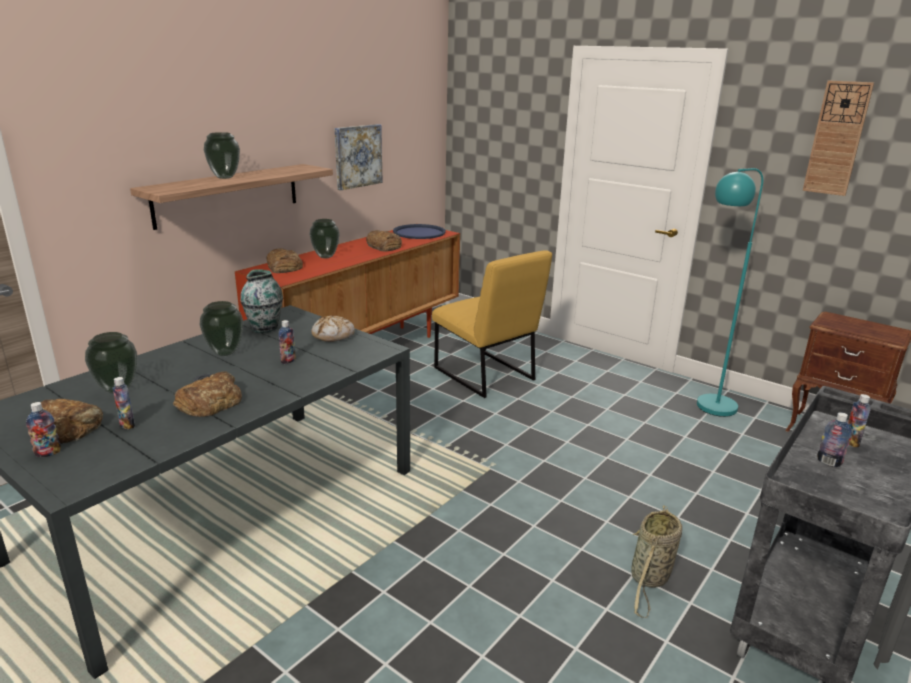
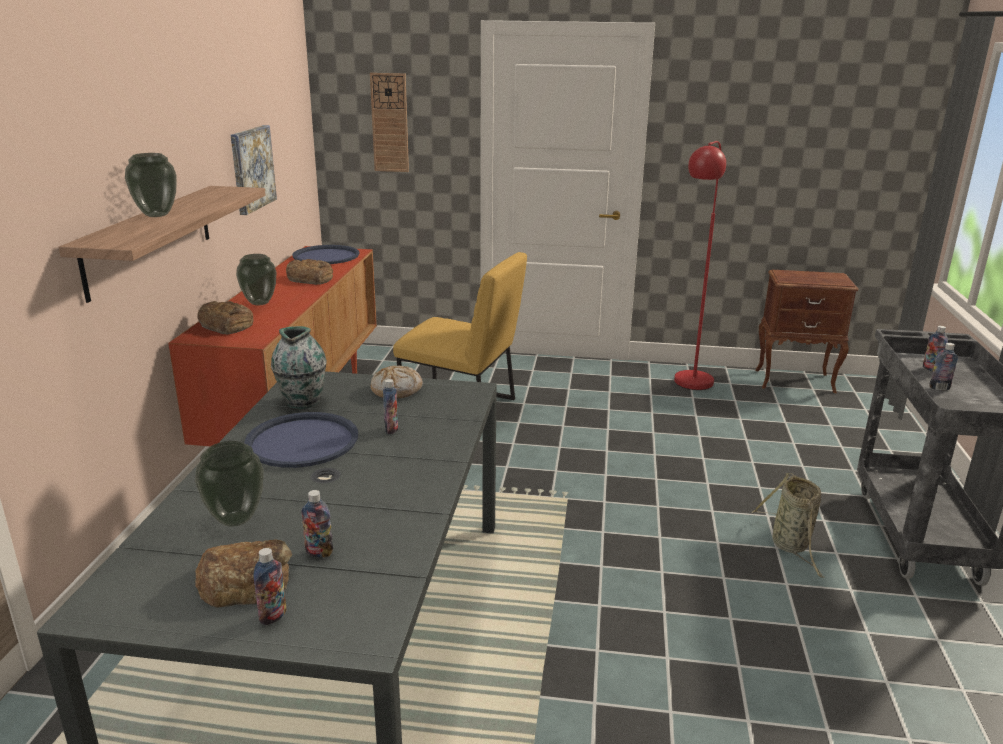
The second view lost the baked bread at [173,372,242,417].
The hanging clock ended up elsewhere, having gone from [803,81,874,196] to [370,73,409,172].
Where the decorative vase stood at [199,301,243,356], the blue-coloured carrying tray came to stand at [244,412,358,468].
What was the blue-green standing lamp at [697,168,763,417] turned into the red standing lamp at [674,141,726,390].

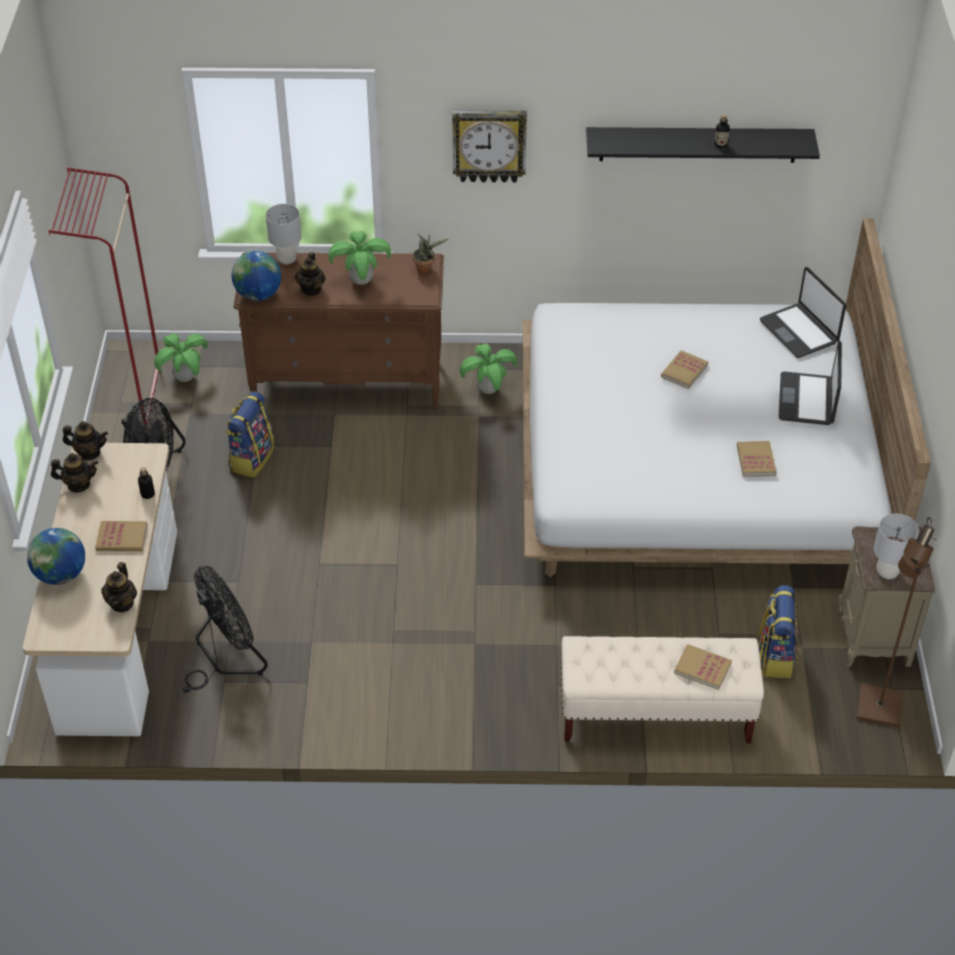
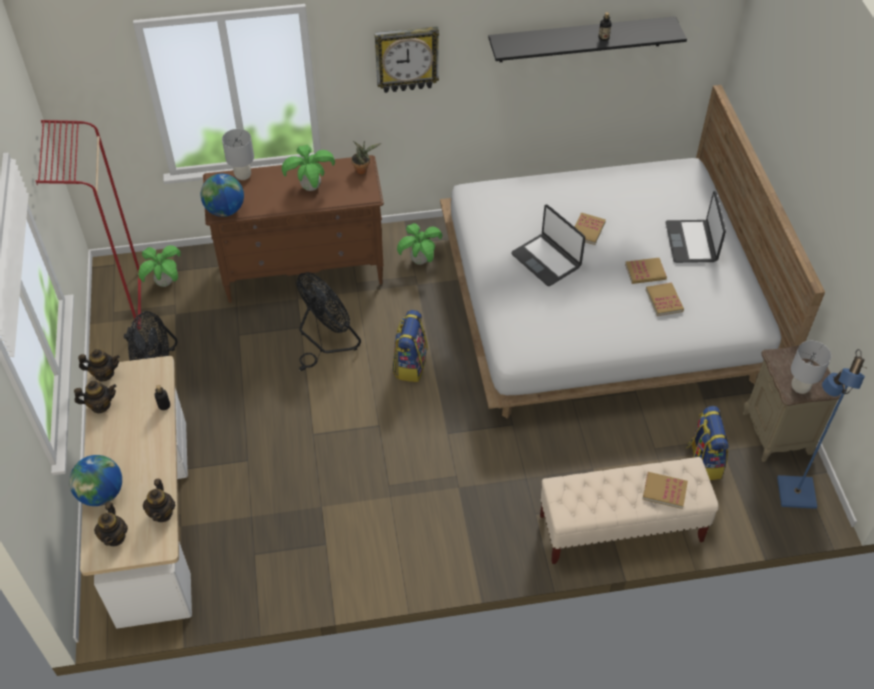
The book ended up elsewhere, having gone from [95,521,148,551] to [625,258,667,284].
The black electric fan ended up elsewhere, having gone from [181,566,268,693] to [296,272,361,371].
The knapsack ended up elsewhere, having gone from [226,391,275,478] to [392,310,428,382].
The teapot ended up elsewhere, having gone from [295,252,325,296] to [94,502,128,546].
The laptop ended up elsewhere, having gone from [760,267,846,358] to [511,204,585,286].
What was the brown-coloured standing lamp at [857,517,937,727] turned into the blue-coloured standing lamp at [777,349,866,509].

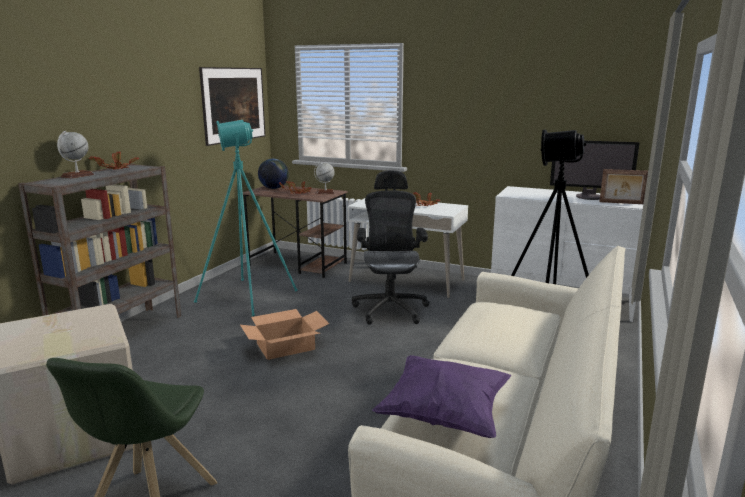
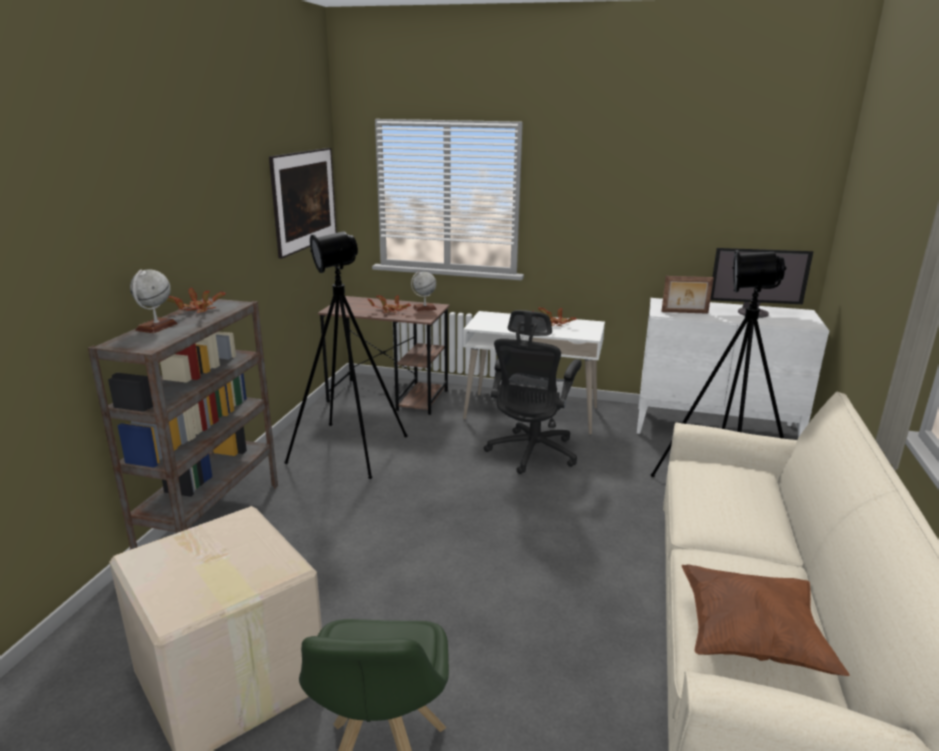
The second view lost the packing box at [240,309,329,360].
The second view lost the desk globe at [258,159,289,189].
The picture frame ended up elsewhere, having gone from [599,169,648,204] to [661,276,714,314].
What was the blue-green standing lamp at [194,120,298,316] turned into the black standing lamp at [284,231,408,479].
What was the purple throw pillow at [372,355,511,438] turned into the brown-coloured throw pillow at [682,564,850,676].
The computer chair at [352,170,430,325] ended up facing another way, 150 degrees counterclockwise from before.

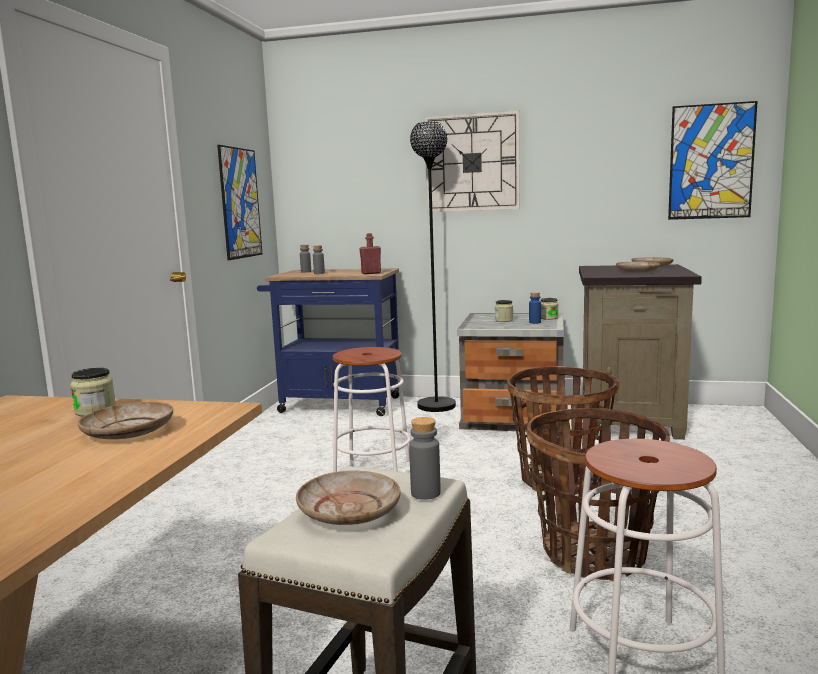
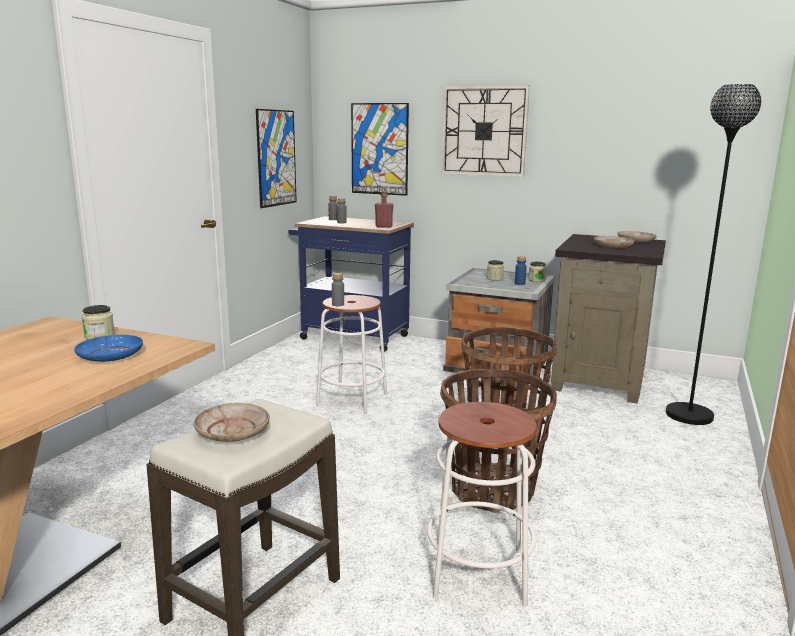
The greyish beverage bottle ended up elsewhere, having gone from [409,417,441,500] to [332,273,344,306].
The black standing lamp ended up elsewhere, having gone from [410,122,456,412] to [666,84,761,425].
The wall art ended up elsewhere, having gone from [668,101,758,220] to [351,103,409,196].
What was the beige flat dish at [78,402,173,439] turned into the blue-coloured flat dish at [74,335,143,362].

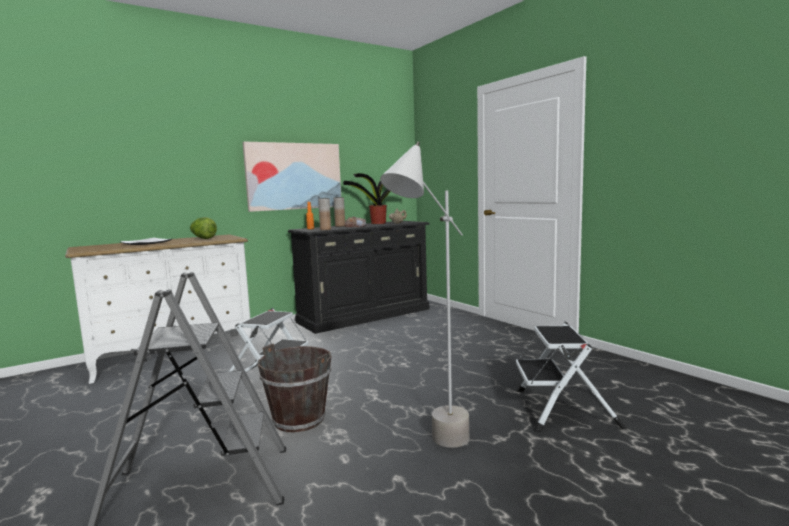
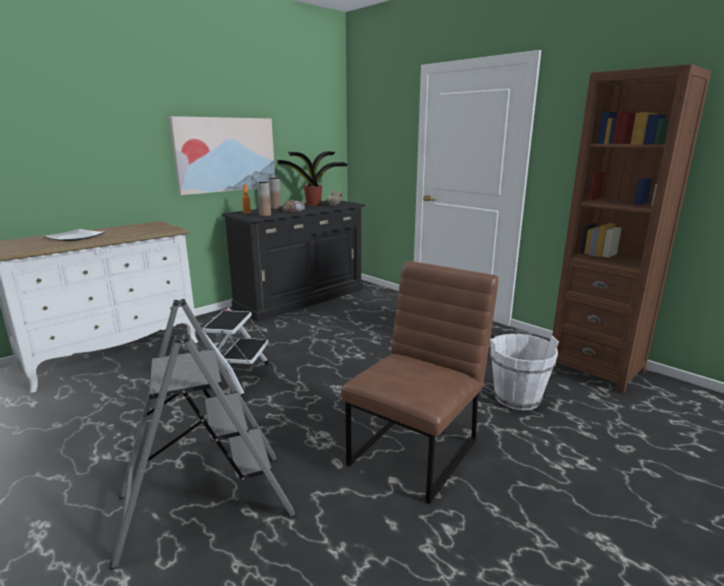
The second view lost the lettuce at [190,217,217,239].
The second view lost the brown-coloured pail at [258,344,331,432].
The second view gained the brown-coloured shelving unit at [552,64,711,394].
Where the greyish standing lamp stood at [380,141,469,448], the brown-coloured plain chair came to stand at [341,261,498,504].
Where the stepladder stood at [516,322,627,432], the whitish pail came to stand at [490,334,559,410].

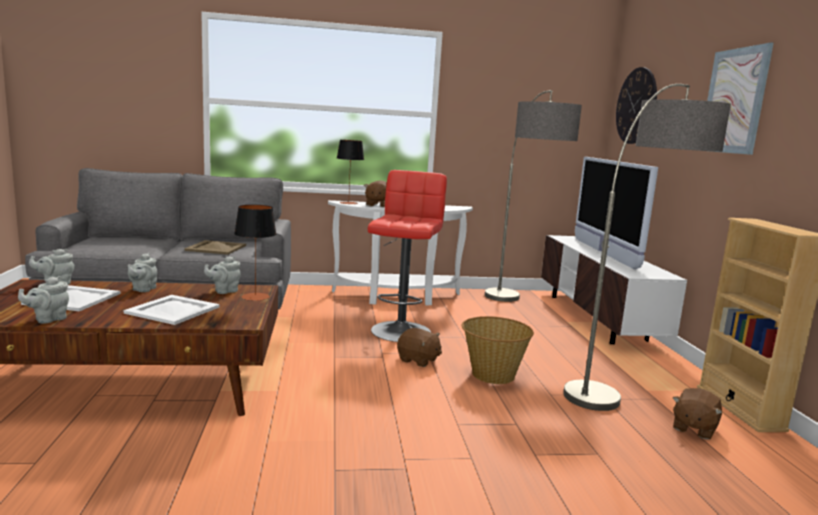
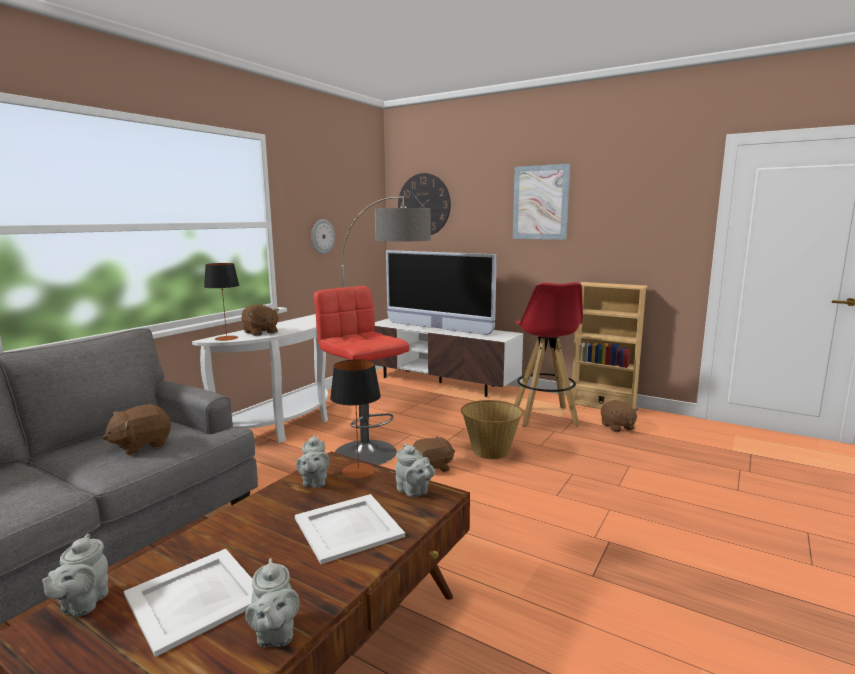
The second view gained the hanging clock at [311,219,335,254].
The greyish teapot ended up elsewhere, having gone from [127,253,157,292] to [395,444,435,497].
Where the beige carrying tray stood at [184,240,246,255], the brown-coloured cuddly toy came to stand at [103,404,171,455].
Where the standing lamp stood at [563,84,731,411], the red sitting stool came to stand at [515,282,583,427].

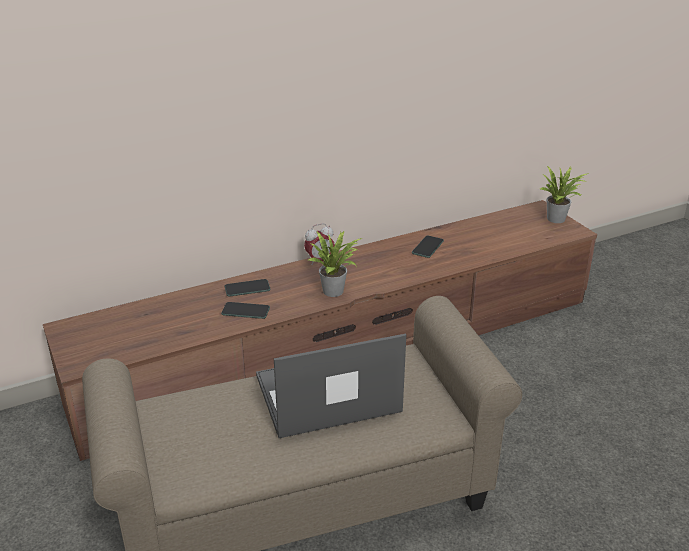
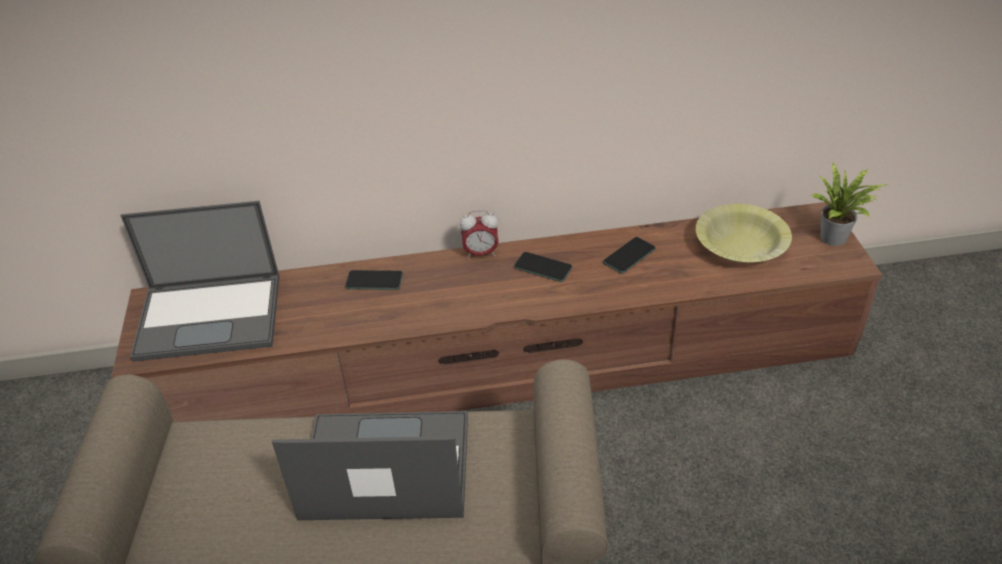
The second view lost the houseplant at [308,231,362,297].
The second view gained the laptop at [120,201,279,362].
The second view gained the yellow deep dish at [696,204,792,263].
The phone ended up elsewhere, having gone from [221,302,270,319] to [514,252,572,282].

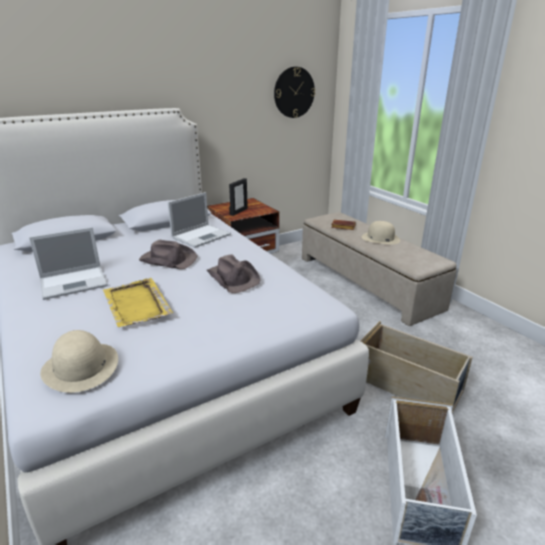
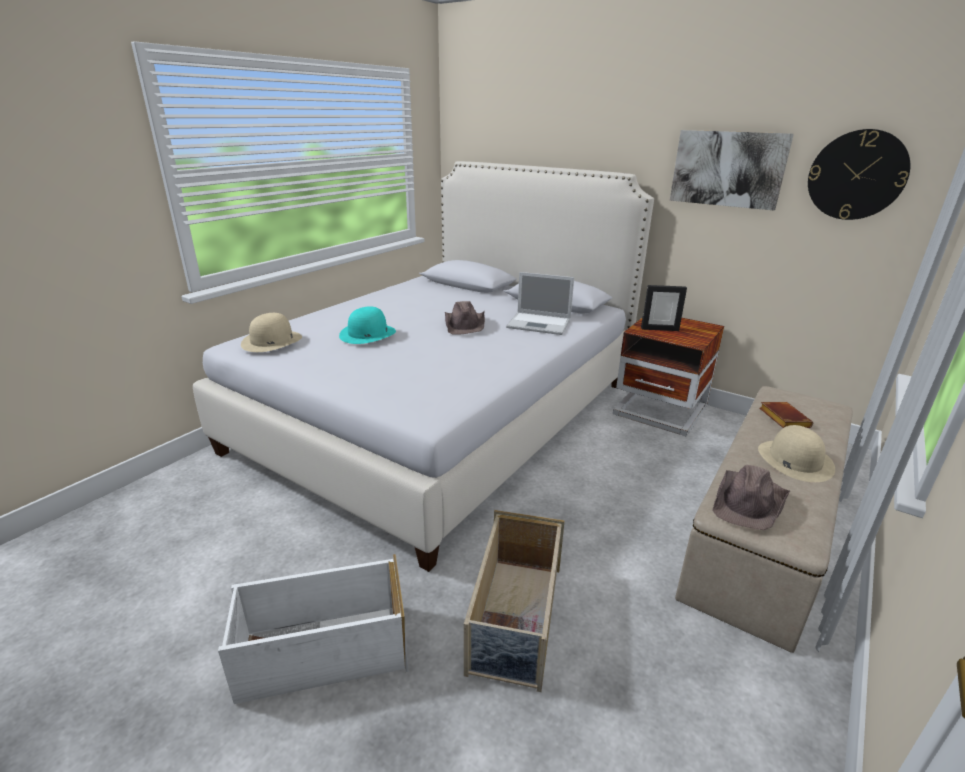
The second view lost the laptop at [29,227,108,300].
The second view gained the wall art at [670,130,794,210].
The brown-coloured hat ended up elsewhere, having gone from [207,254,261,293] to [712,465,791,530].
Where the yellow carrying tray stood at [102,278,173,327], the blue-green hat came to stand at [339,306,396,344].

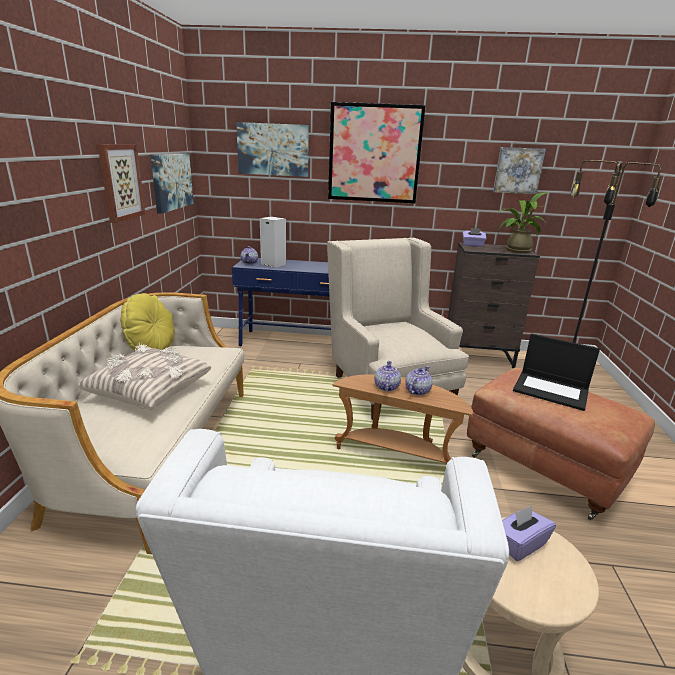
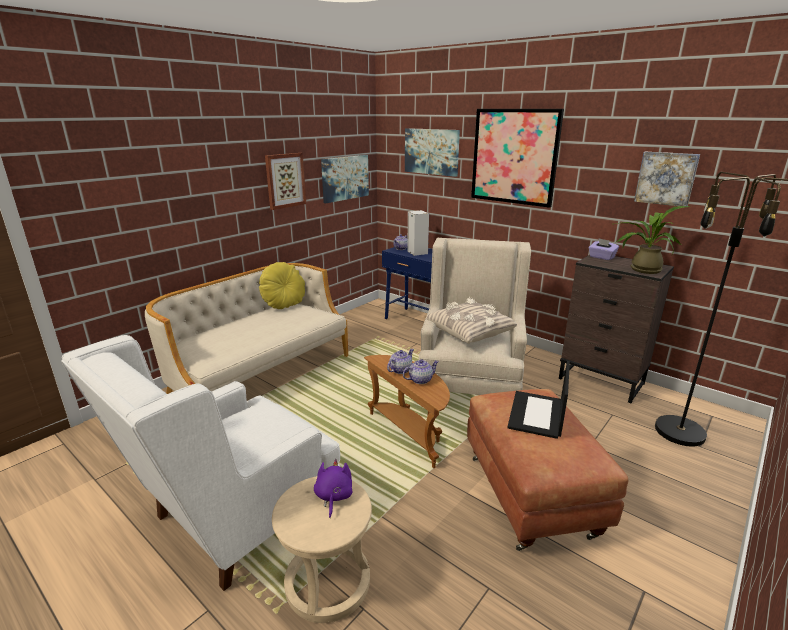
The beige throw pillow ended up elsewhere, having gone from [78,343,211,410] to [426,297,517,344].
Where the purple tissue holder stood at [502,505,556,561], the purple cuddly toy came to stand at [314,459,353,518].
The laptop at [513,333,600,411] ended up facing another way, 45 degrees clockwise from before.

